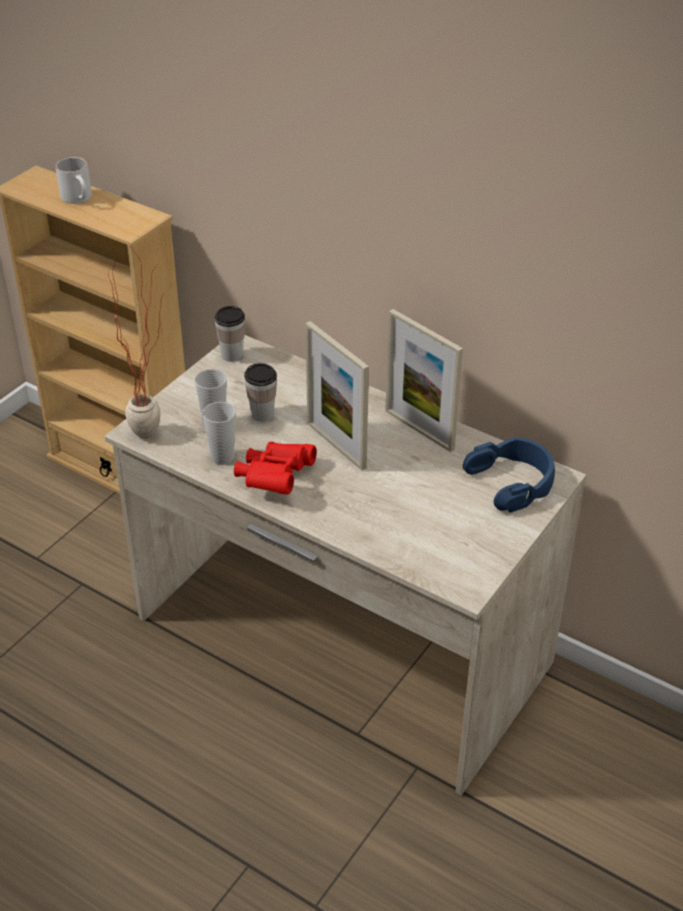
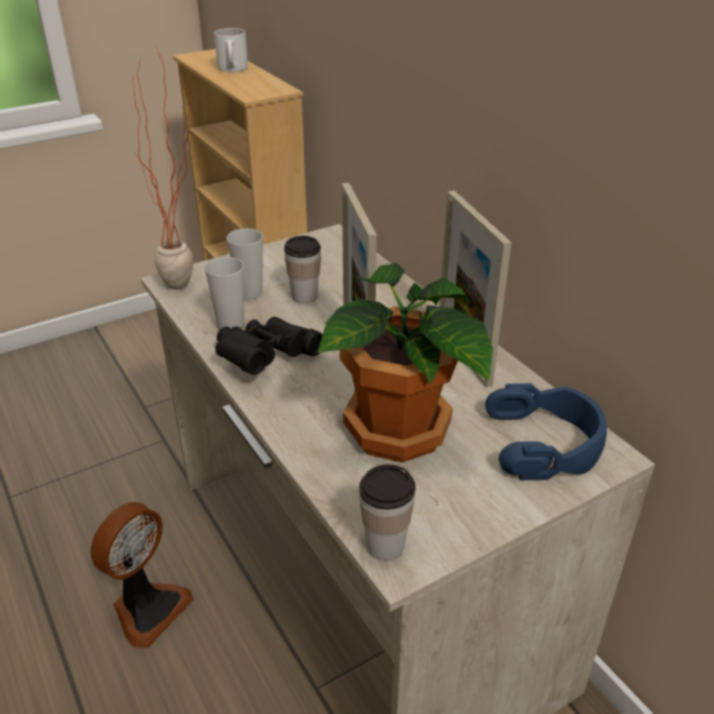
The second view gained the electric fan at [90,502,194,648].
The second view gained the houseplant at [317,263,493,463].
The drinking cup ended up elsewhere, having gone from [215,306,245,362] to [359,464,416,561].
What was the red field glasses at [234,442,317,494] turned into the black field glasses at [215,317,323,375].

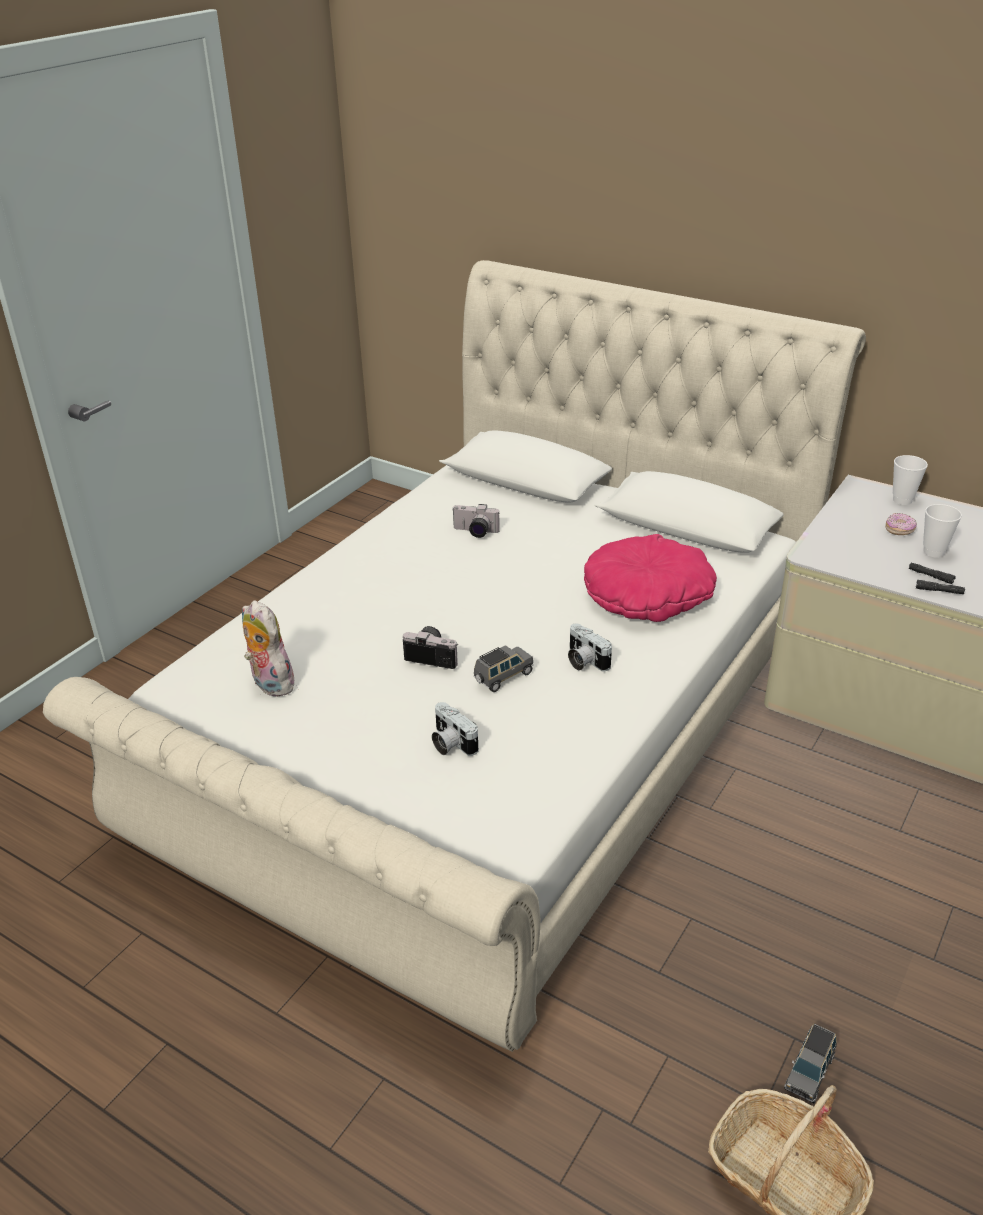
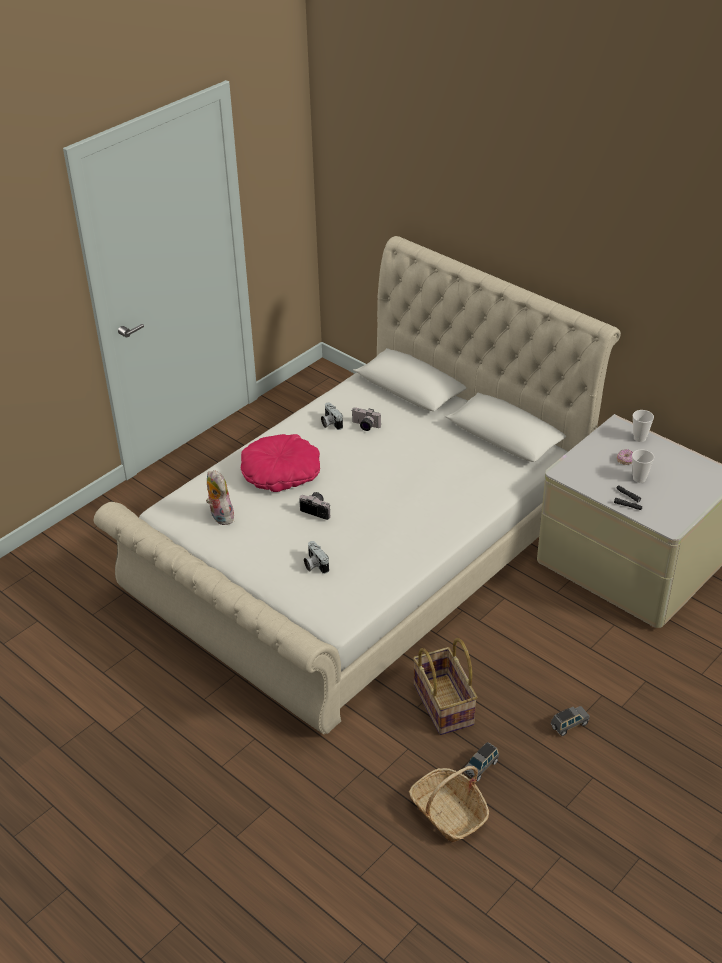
The second view gained the storage basket at [413,638,477,735].
The greyish toy car ended up elsewhere, having gone from [474,645,534,692] to [551,706,589,736].
The photo camera ended up elsewhere, having gone from [568,624,612,672] to [321,402,343,430].
The pink-coloured throw pillow ended up elsewhere, having gone from [584,534,717,622] to [241,434,320,492].

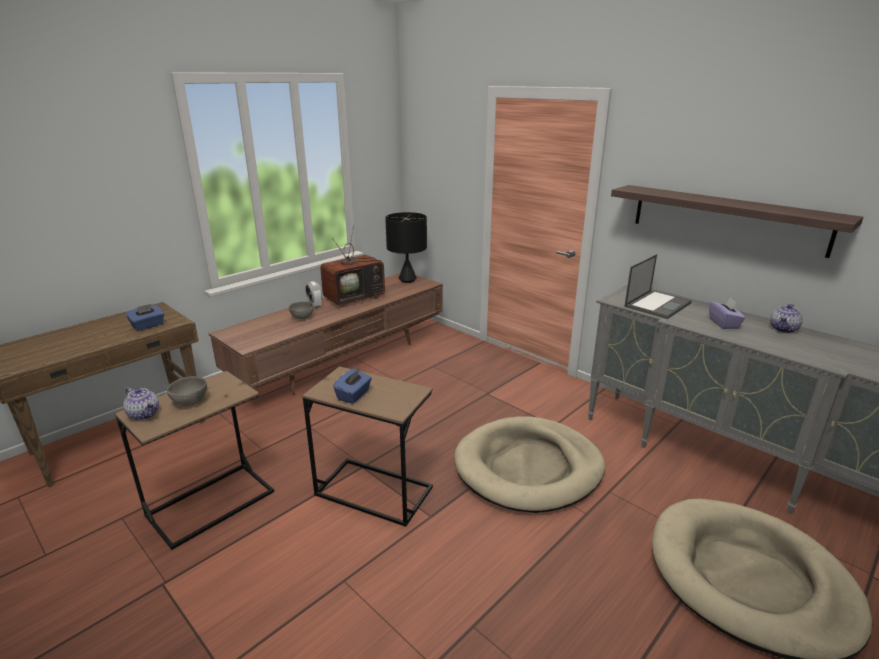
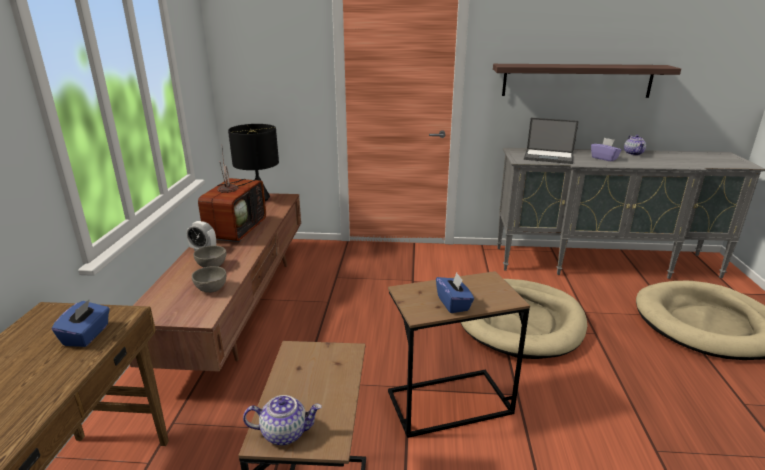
The greyish deep dish ended up elsewhere, having gone from [167,376,207,406] to [192,266,226,293].
The laptop at [624,254,692,319] ended up facing another way, 105 degrees clockwise from before.

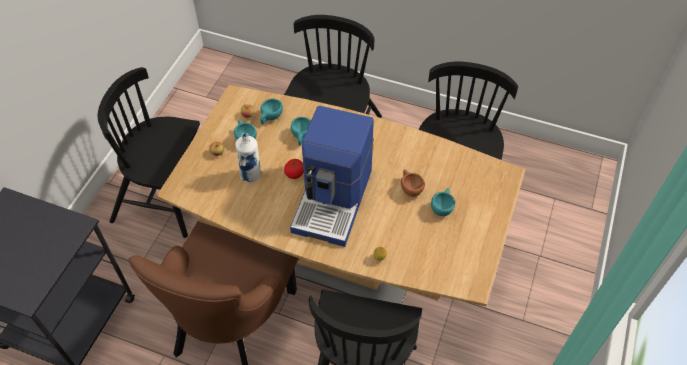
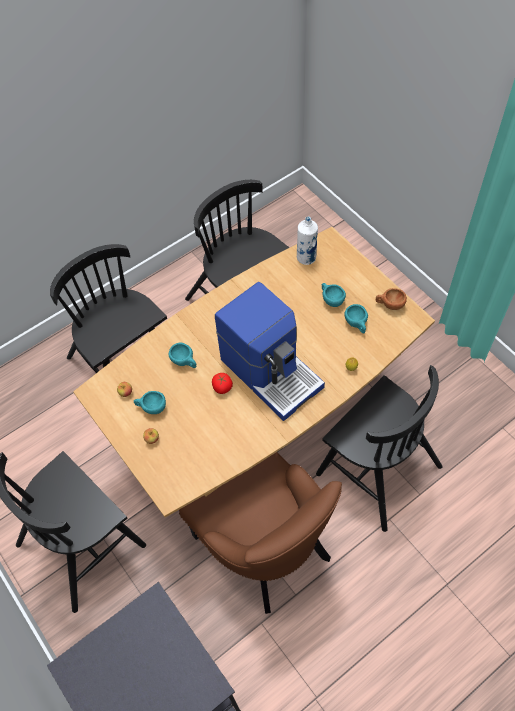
The whitish beverage bottle ended up elsewhere, having gone from [235,133,261,183] to [297,216,318,265].
The blue-green drinking cup ended up elsewhere, having gone from [260,98,283,124] to [344,304,368,333].
The brown-coloured drinking cup ended up elsewhere, having gone from [401,169,425,197] to [376,288,407,310].

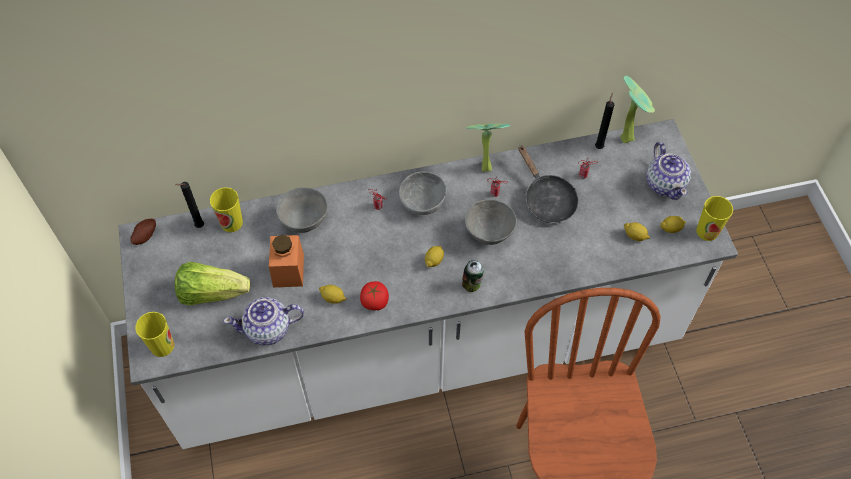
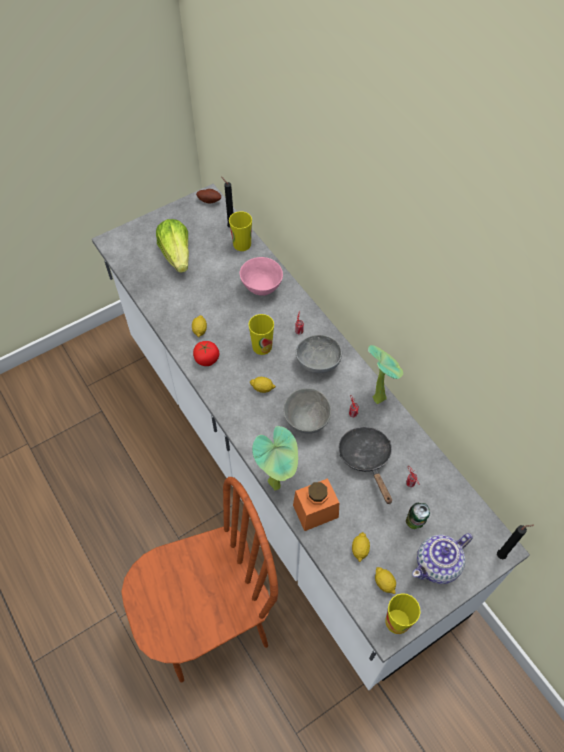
The second view lost the teapot at [223,297,304,345].
The drinking cup ended up elsewhere, having gone from [135,312,174,357] to [248,314,274,355].
The orange-coloured jar ended up elsewhere, having gone from [269,235,304,287] to [293,478,339,531].
The sealed can ended up elsewhere, having gone from [462,260,484,292] to [406,503,430,529].
The black wax candle ended up elsewhere, having gone from [595,92,614,149] to [497,525,534,559].
The houseplant ended up elsewhere, having gone from [620,76,655,143] to [252,426,298,491].
What was the greyish deep dish at [276,187,328,233] turned into the pink-coloured deep dish at [239,257,283,296].
The black pan at [518,145,578,223] ended up facing another way, 120 degrees clockwise from before.

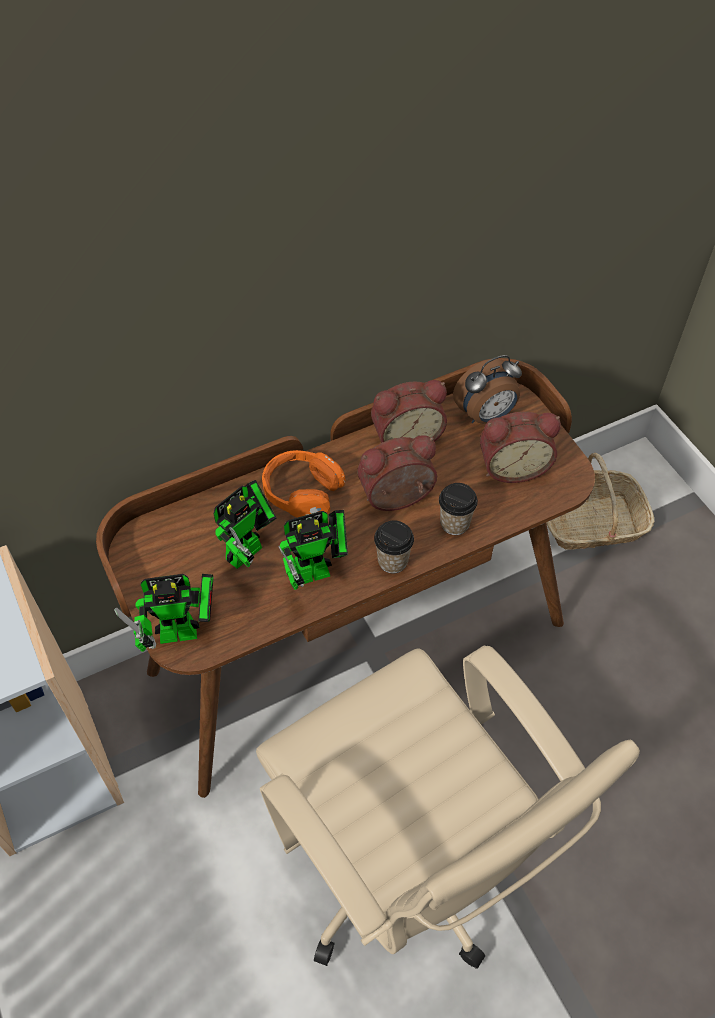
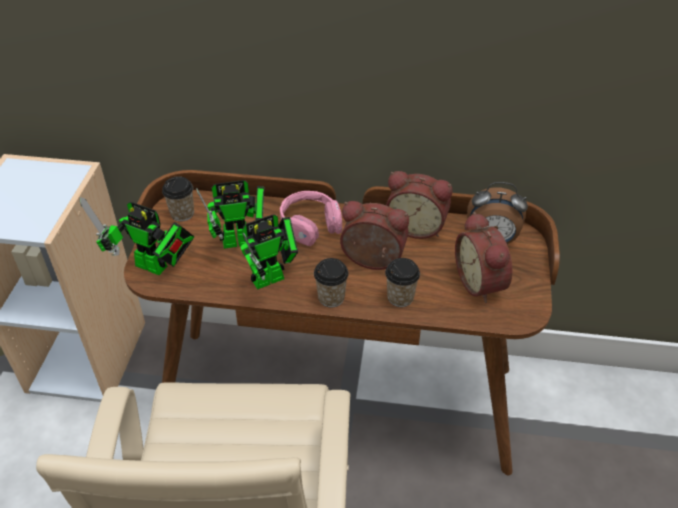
The second view lost the storage basket at [546,453,655,550].
The second view gained the drinking cup at [162,176,194,221].
What was the orange-coloured pair of headphones at [262,450,346,517] turned into the pink-coloured pair of headphones at [280,191,342,246].
The toy robot at [278,510,348,590] ended up facing another way, 45 degrees counterclockwise from before.
The alarm clock at [480,412,561,483] ended up facing another way, 45 degrees clockwise from before.

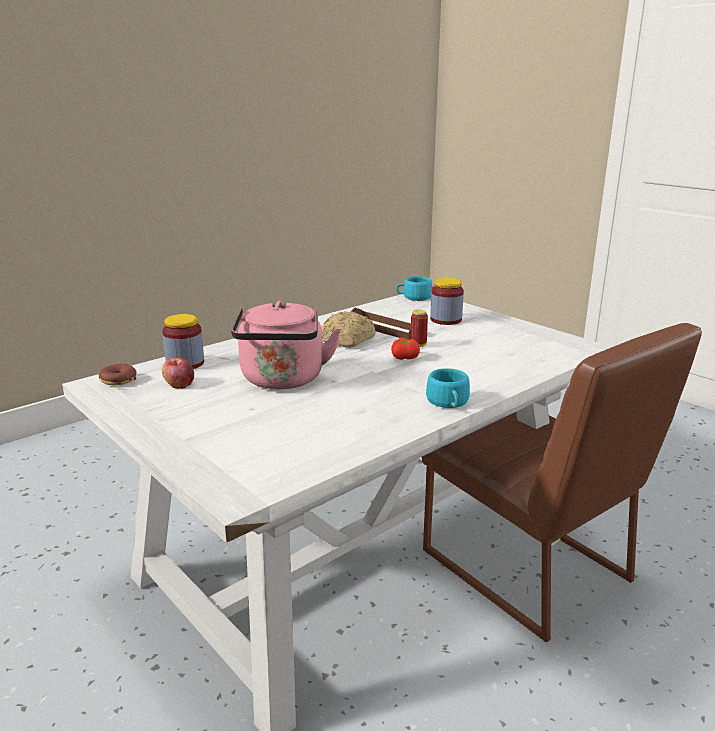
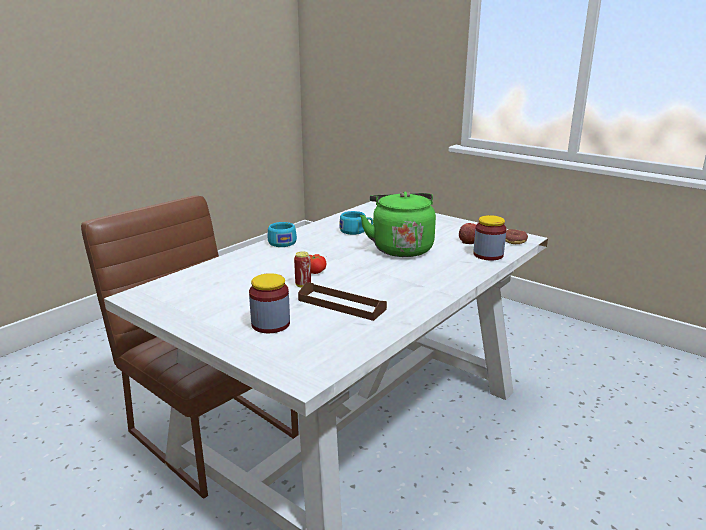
The second view lost the baked bread at [321,311,376,348].
The blue-green drinking cup ended up elsewhere, having gone from [396,276,433,301] to [339,211,373,235].
What was the pink-coloured water kettle at [231,300,341,389] turned into the green-coloured water kettle at [360,192,436,257].

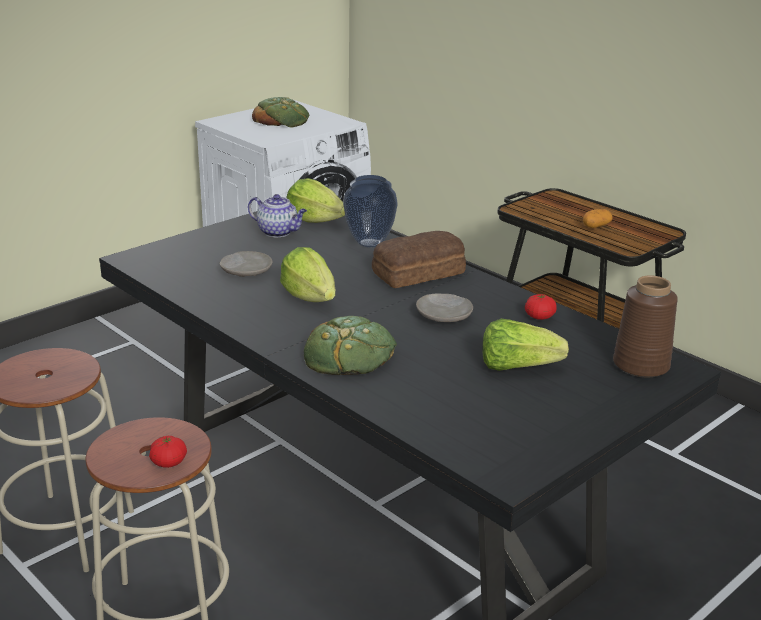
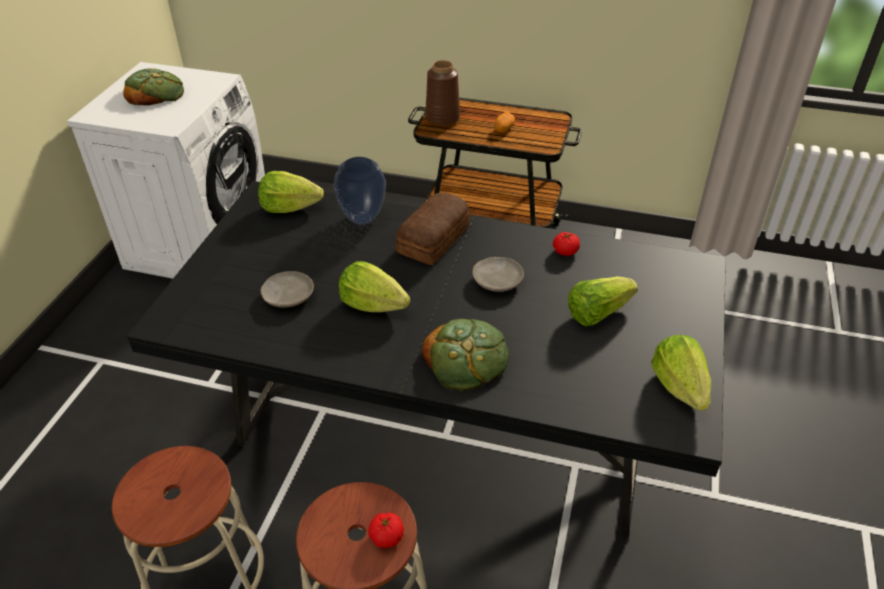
The second view lost the teapot at [248,194,307,237].
The second view gained the lettuce at [651,335,711,410].
The brown-coloured decorative vase ended up elsewhere, having gone from [613,275,678,377] to [425,60,460,125].

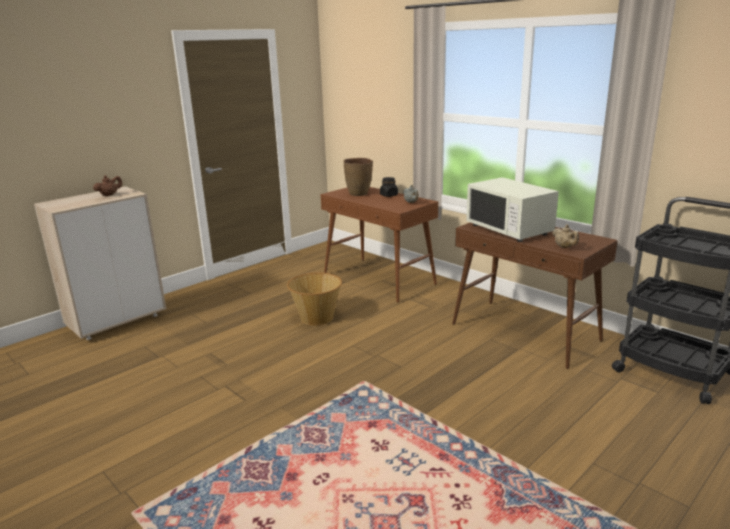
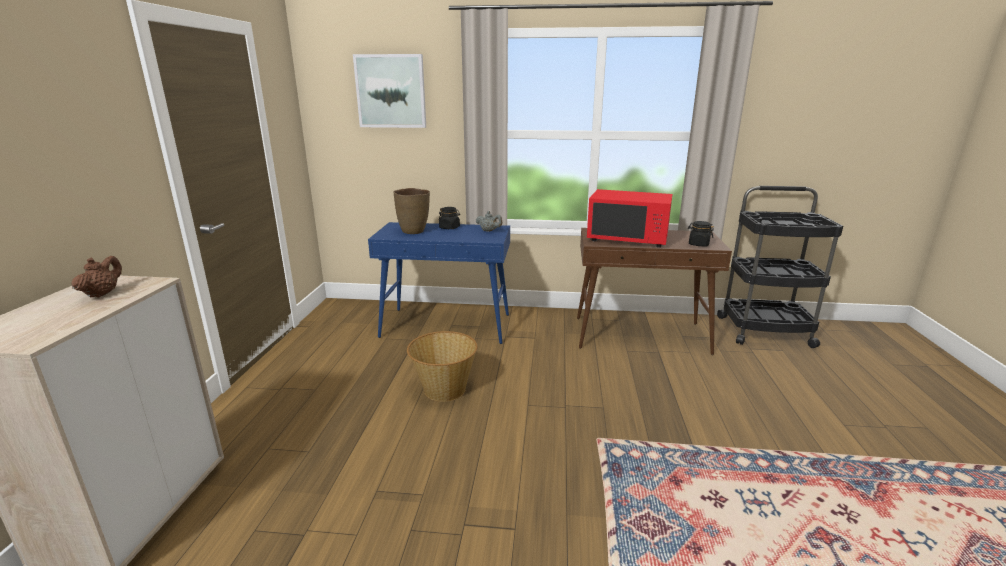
The second view gained the wall art at [353,54,426,128].
Where the beige teapot stood at [552,225,579,248], the black jar came to stand at [688,221,714,246].
What was the brown-coloured hall table at [321,187,438,303] turned into the blue-coloured hall table at [368,222,510,344].
What was the whitish kitchen microwave at [466,177,559,242] turned into the red kitchen microwave at [587,189,673,248].

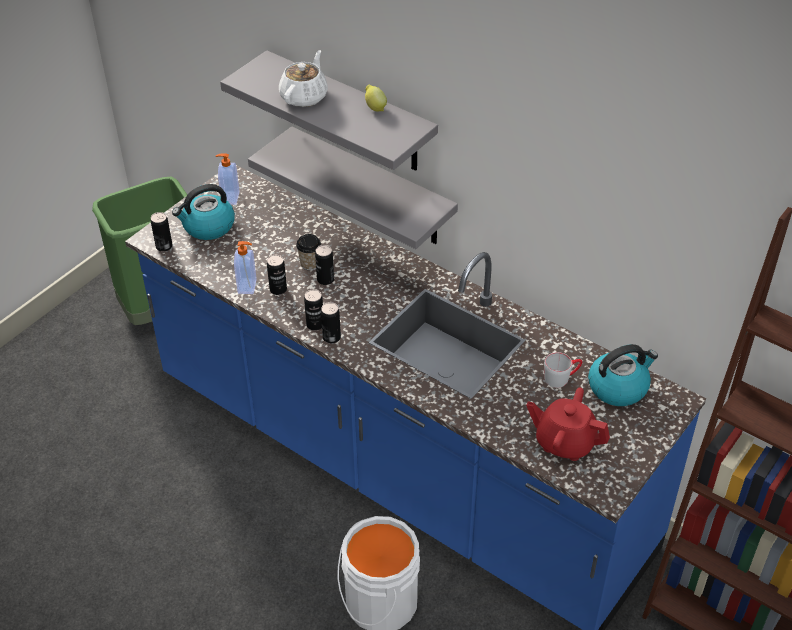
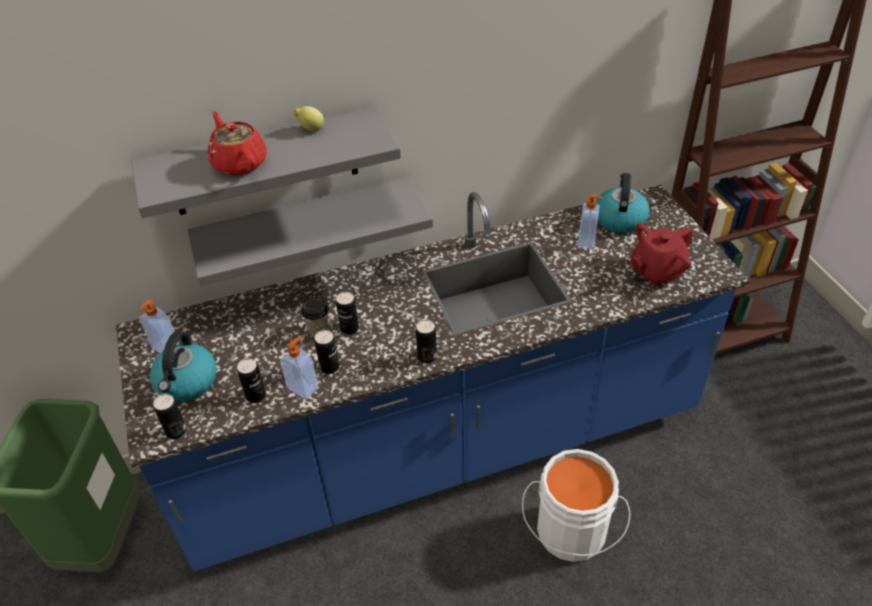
The sealed can ended up elsewhere, having gone from [304,289,323,330] to [237,358,266,403].
Where the greyish coffee mug stood at [544,352,582,388], the soap dispenser came to stand at [578,194,603,249].
What was the whitish teapot at [279,50,328,107] turned into the red teapot at [207,111,267,175].

